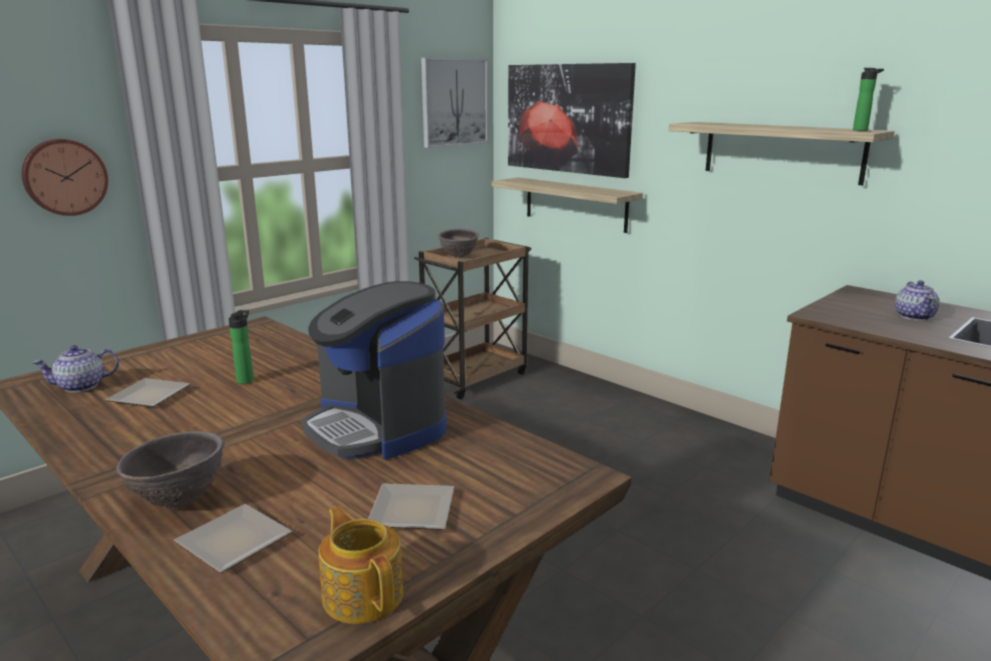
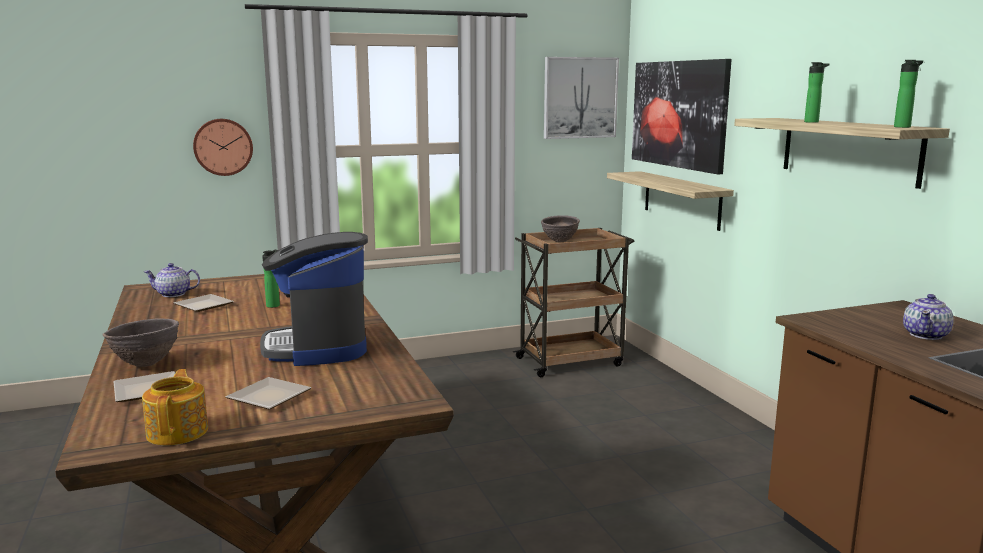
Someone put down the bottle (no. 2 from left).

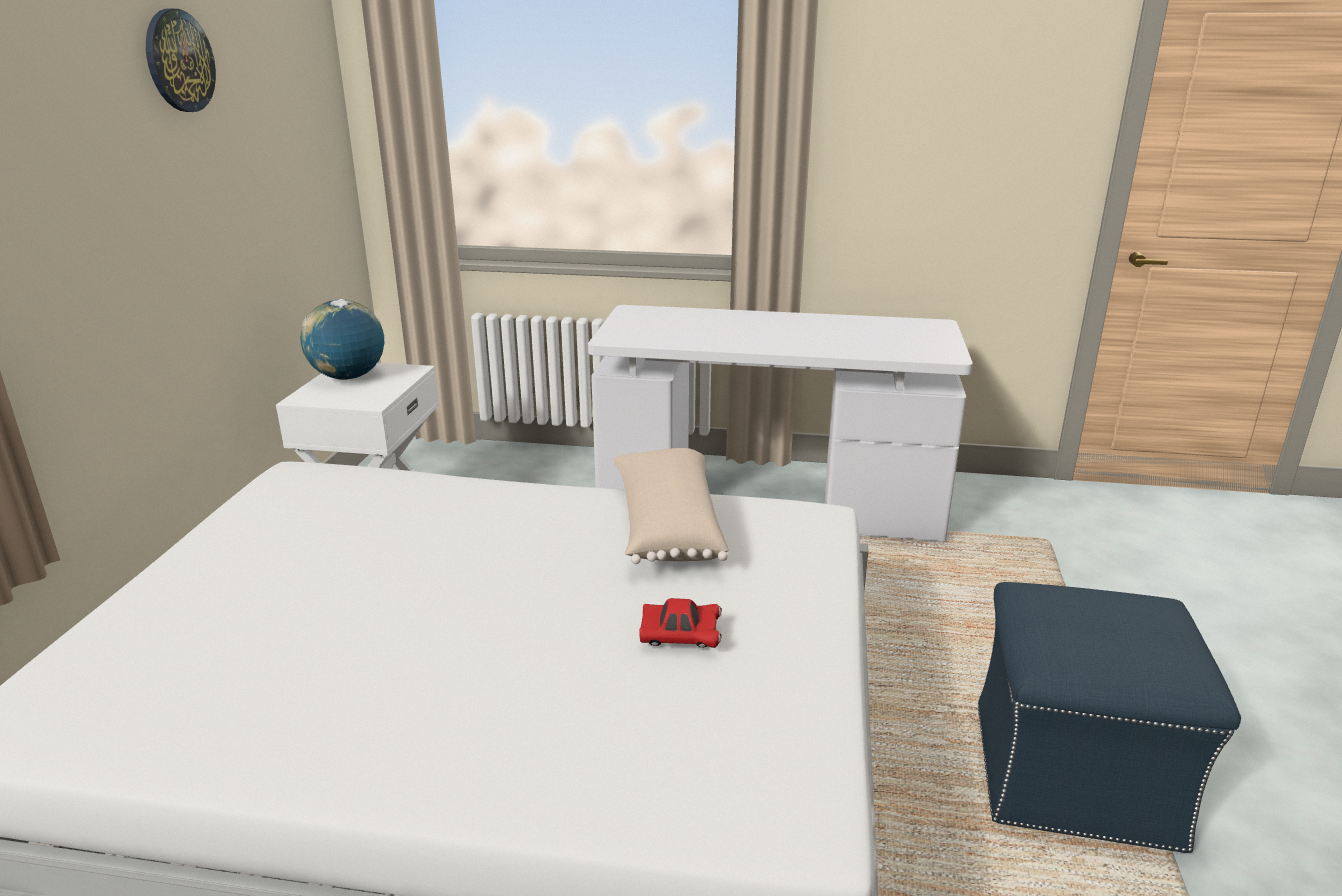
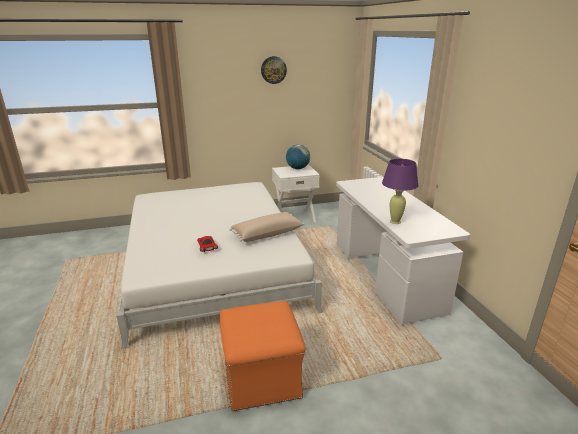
Someone repainted the footrest (blue-coloured), which became the footrest (orange-coloured). Someone put down the table lamp (purplish).

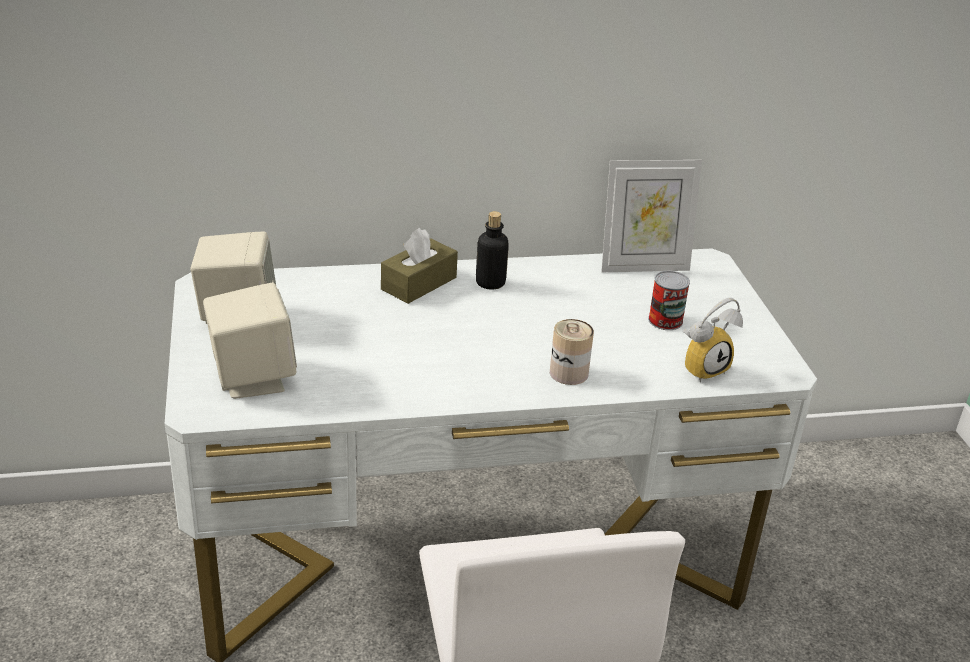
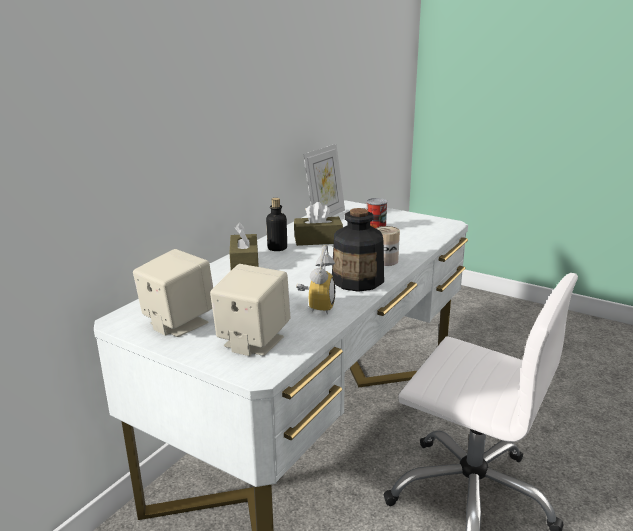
Someone carried the table clock. Someone put down the tissue holder (brown) (no. 2 from left). Someone put down the bottle (no. 2 from left).

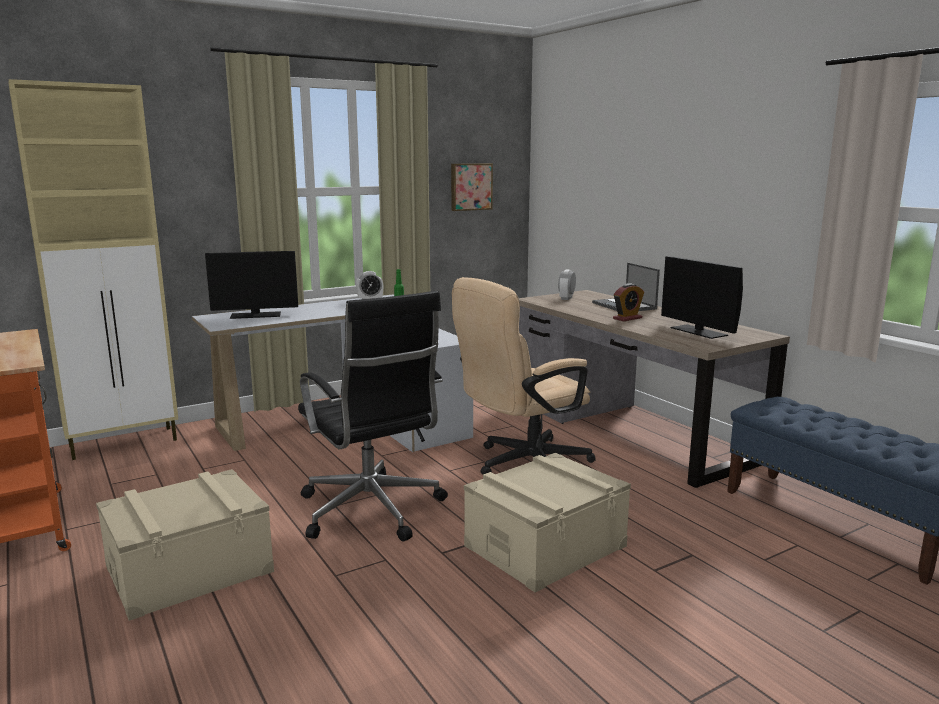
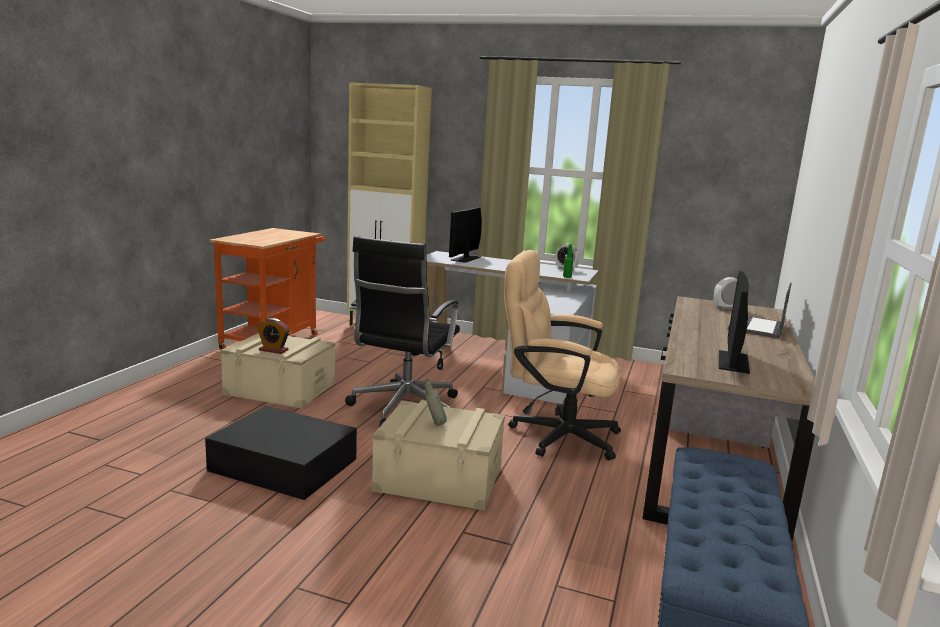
Someone rotated the computer screen (no. 1 from left) by 75 degrees clockwise. Someone took away the wall picture. Someone carried the table clock (no. 3 from left in the first image). Someone put down the storage box (blackish). Someone put down the bottle (greyish).

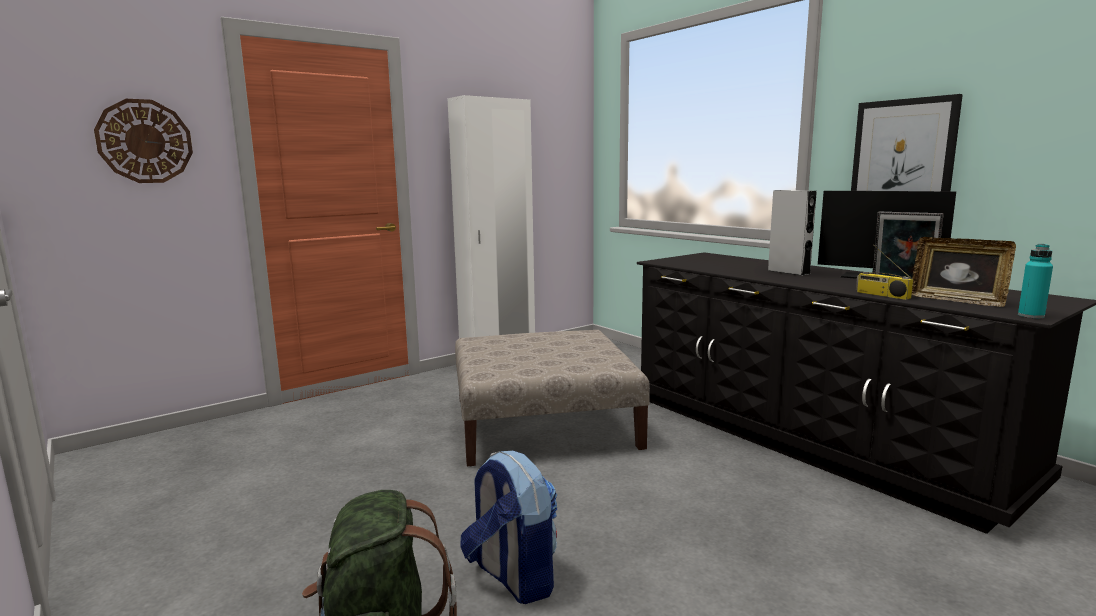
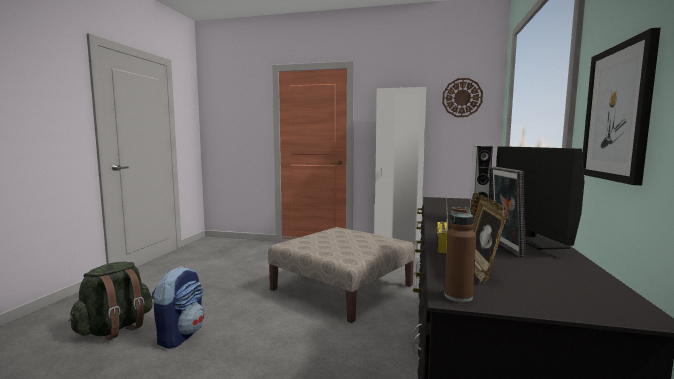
Someone carried the clock on the wall. Someone repainted the bottle (turquoise-coloured), which became the bottle (brown).

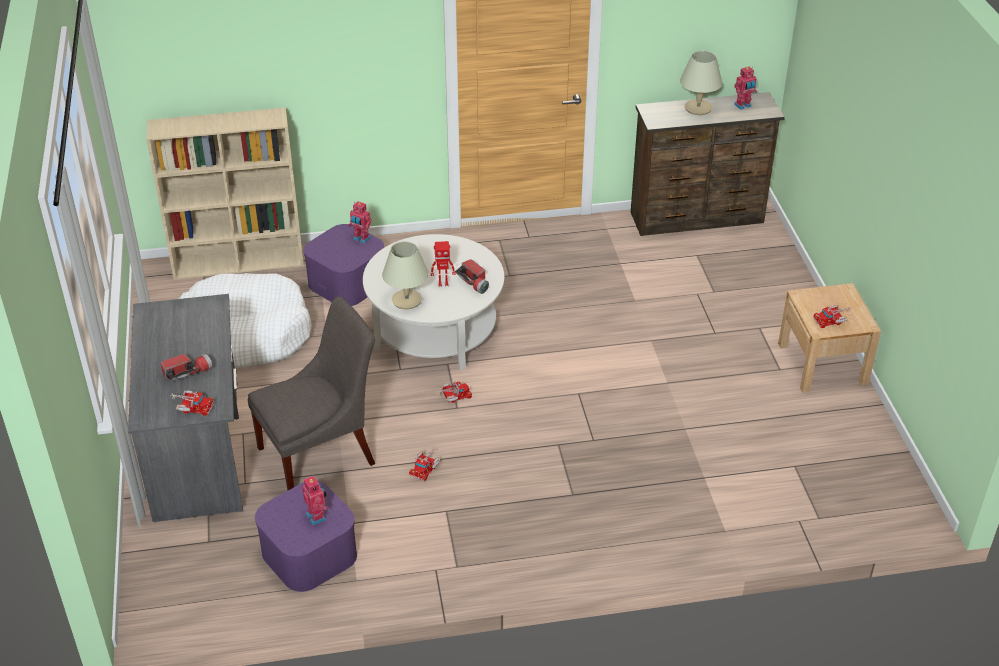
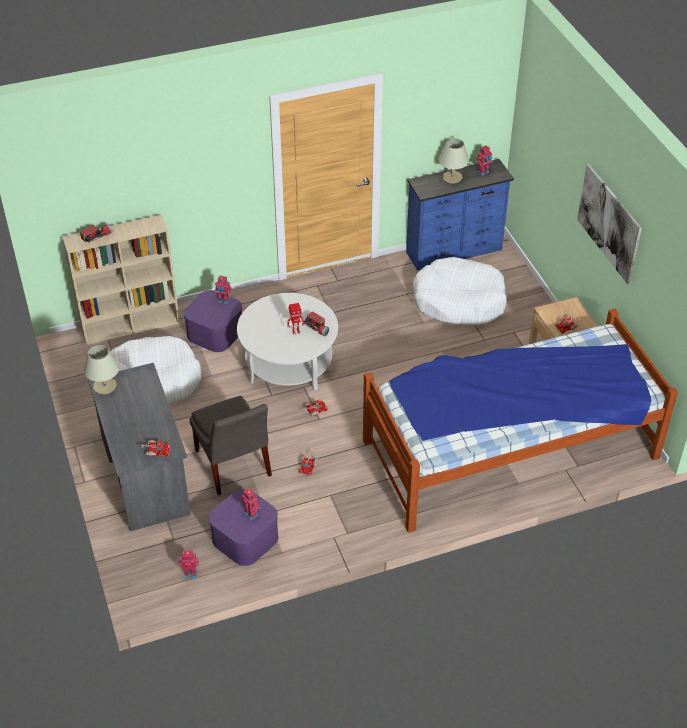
Someone carried the hand torch (no. 1 from left). Someone rotated the plain chair (greyish) by 105 degrees clockwise. Someone carried the table lamp (beige-coloured) (no. 1 from left). Someone repainted the chest of drawers (brown), which became the chest of drawers (blue-coloured). Someone put down the toy robot (no. 1 from left). Someone put down the bed. Someone put down the dog cushion (white-coloured) (no. 2 from left). Someone put up the wall picture.

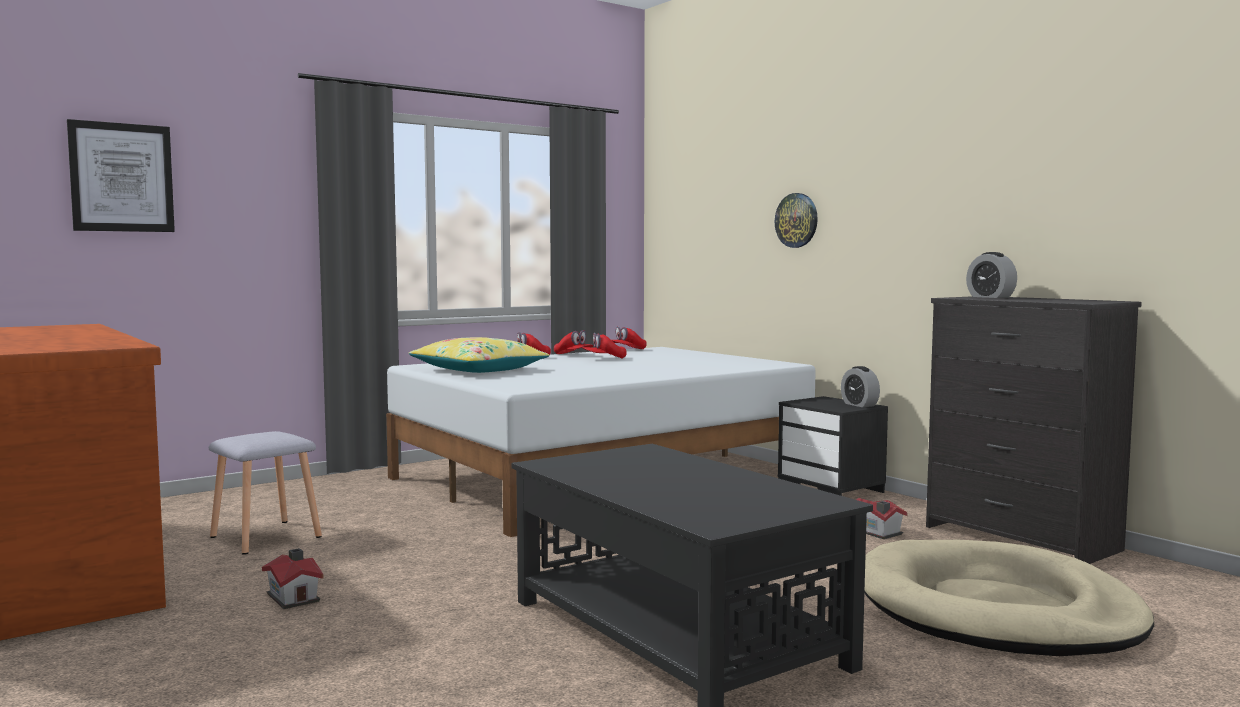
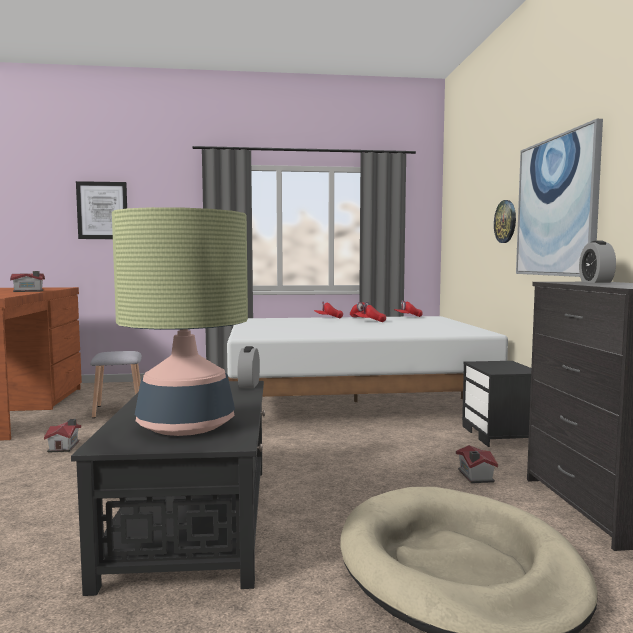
Someone took away the pillow (yellow-coloured). Someone carried the table clock (no. 1 from left). Someone put down the miniature house (no. 1 from left). Someone put down the table lamp. Someone put up the wall picture (no. 2 from left).

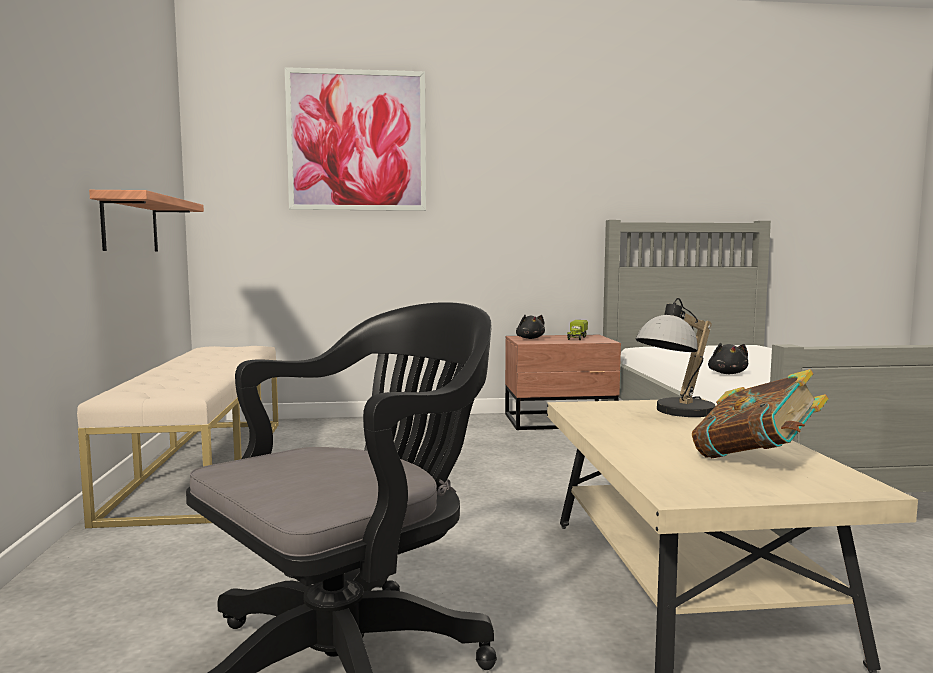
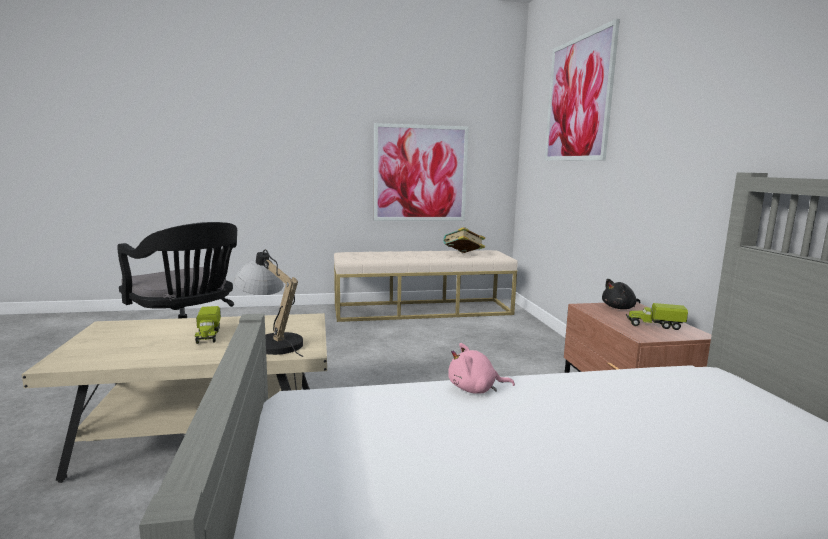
Someone swapped the shelf for the wall picture (no. 1 from left). Someone carried the book. Someone repainted the plush toy (blackish) (no. 2 from left), which became the plush toy (pinkish). Someone put down the toy truck (no. 1 from left).

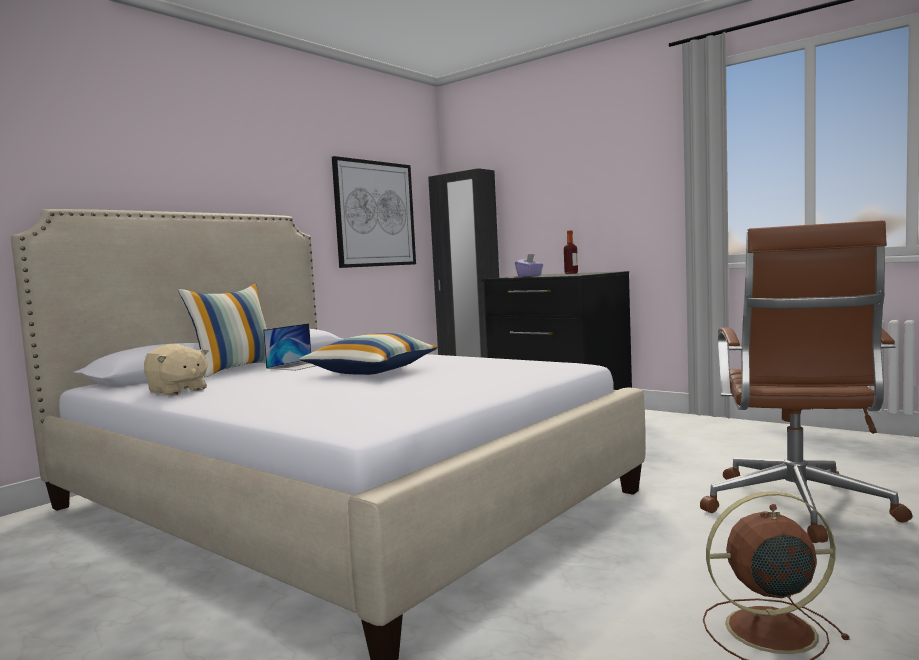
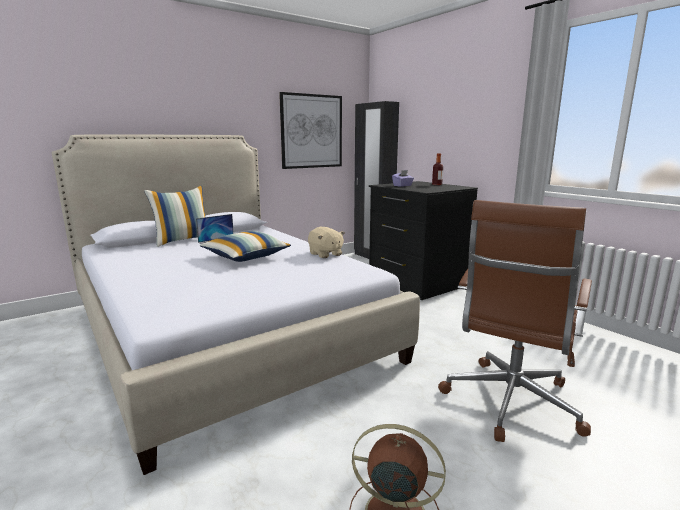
Someone carried the plush toy (beige-coloured).

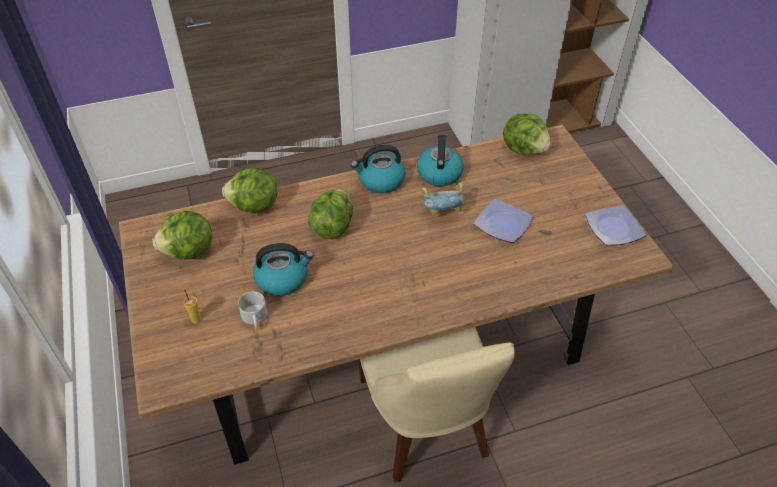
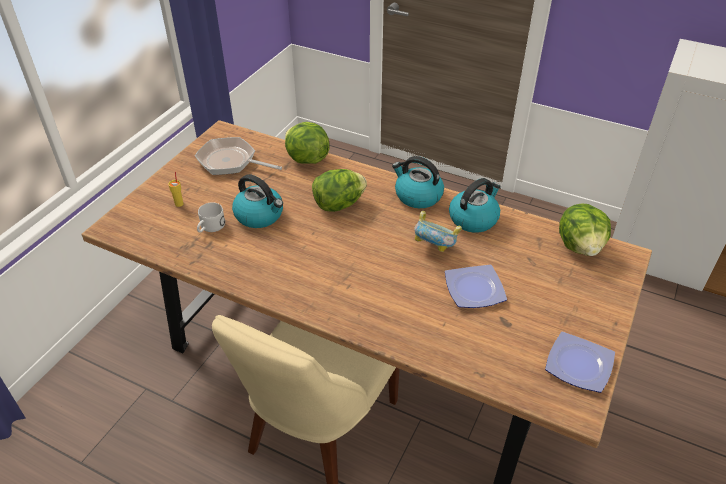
Someone swapped the lettuce (no. 1 from left) for the frying pan.

